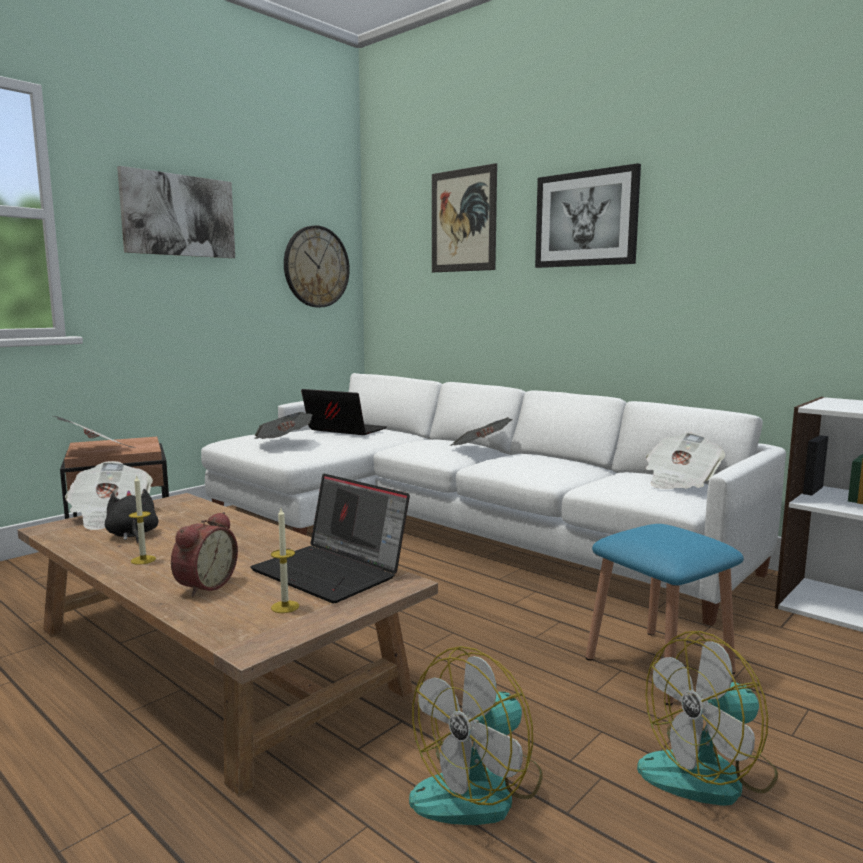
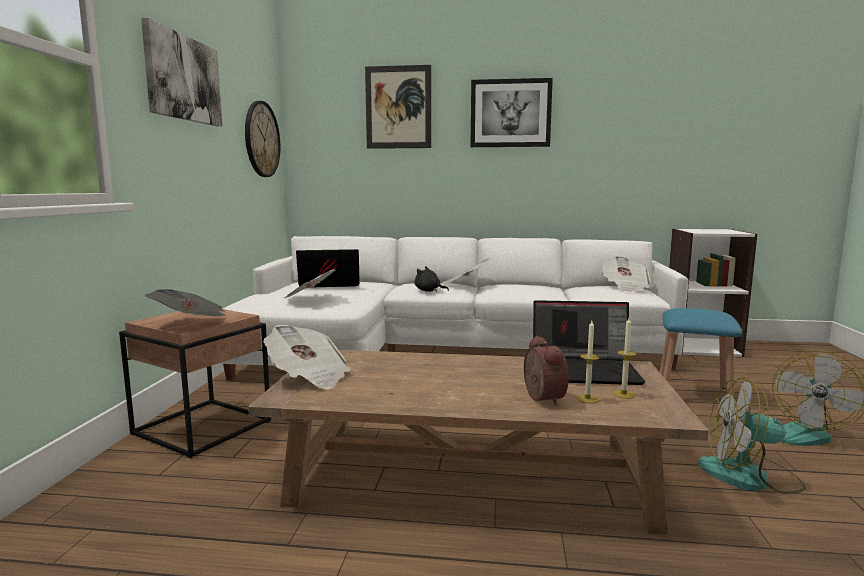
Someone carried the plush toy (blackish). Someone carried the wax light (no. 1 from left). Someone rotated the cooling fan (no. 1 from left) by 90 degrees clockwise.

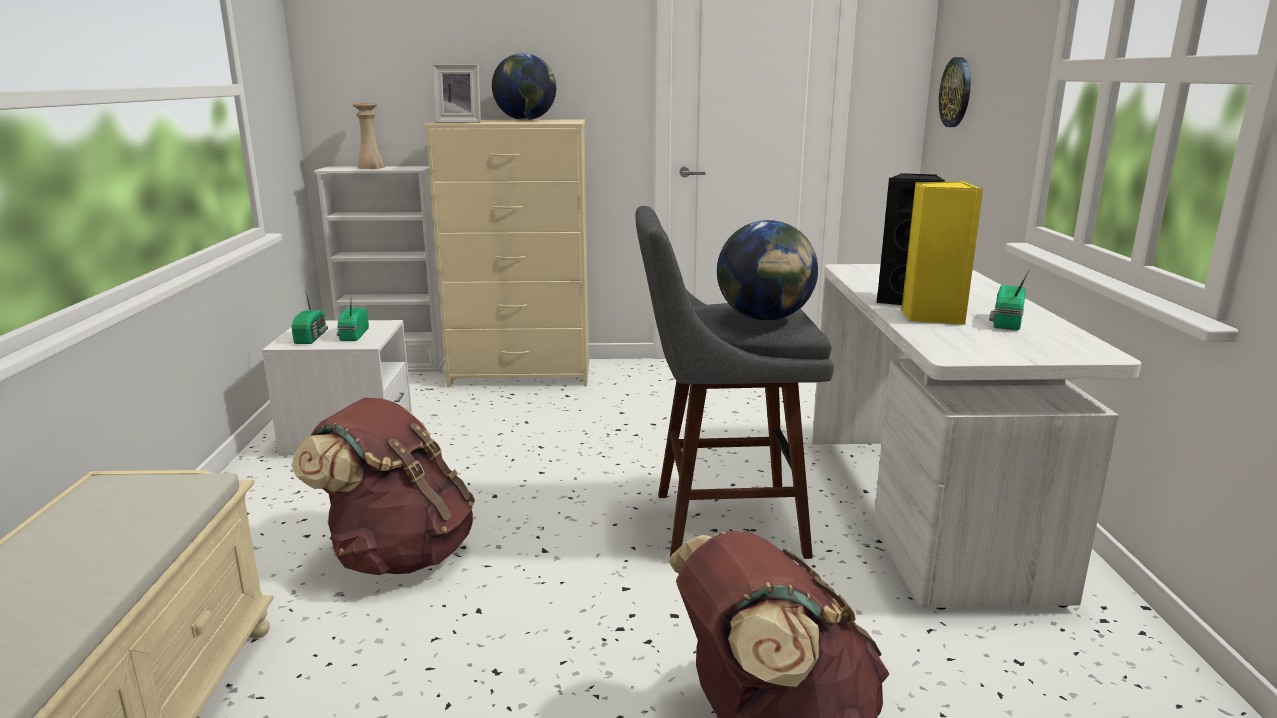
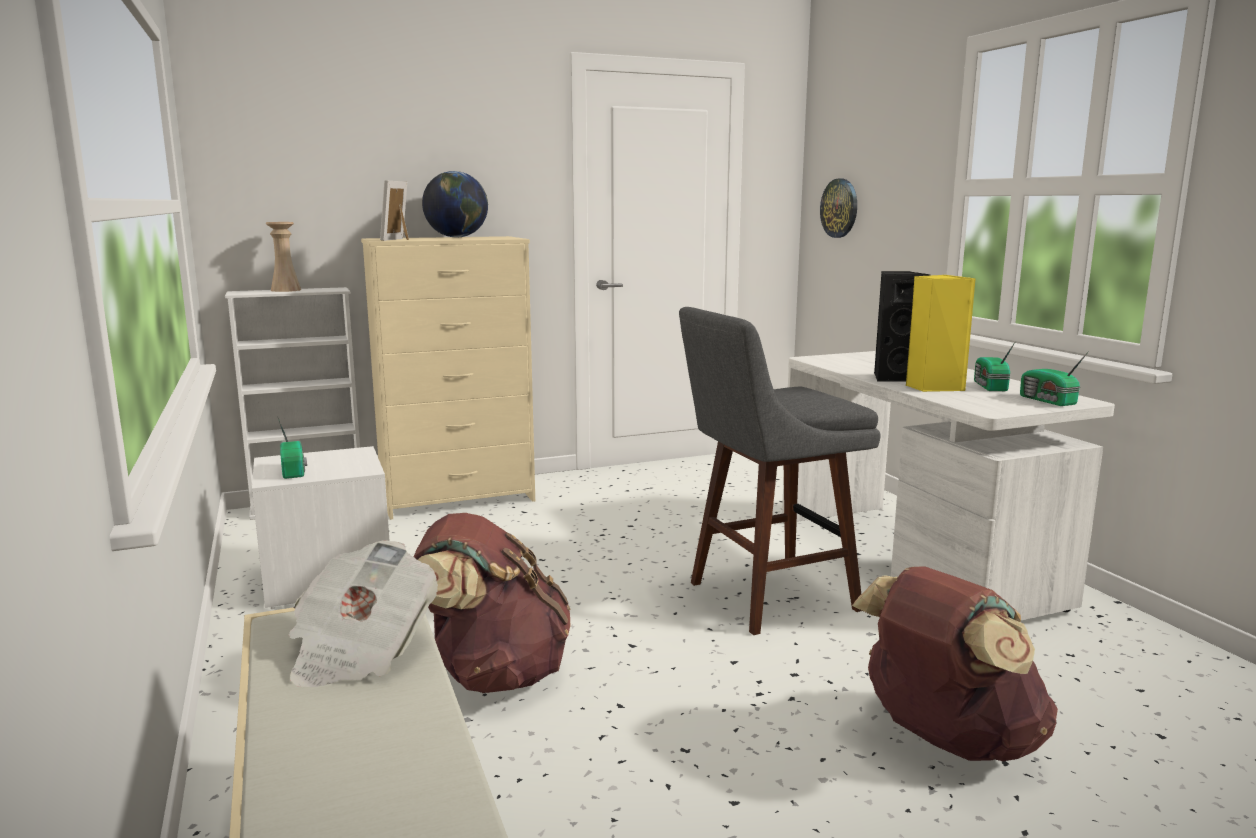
Someone carried the radio receiver (no. 2 from left in the first image). Someone rotated the photo frame by 120 degrees clockwise. Someone took away the world globe (no. 2 from left). Someone put down the printed paper.

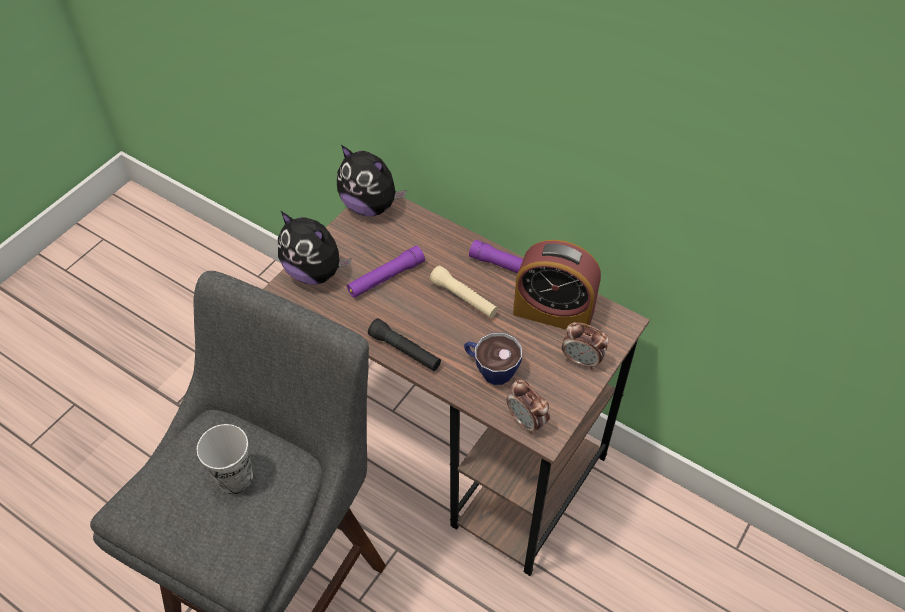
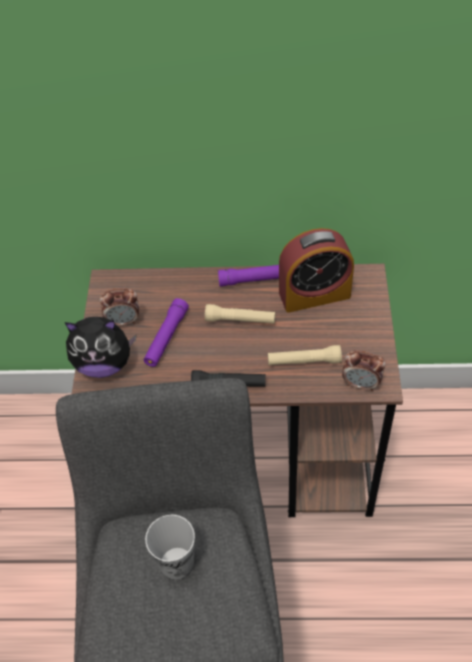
Someone took away the plush toy (no. 2 from left). Someone swapped the small cup (no. 2 from left) for the hand torch (beige-coloured) (no. 2 from left). Someone carried the table clock (no. 3 from left in the first image).

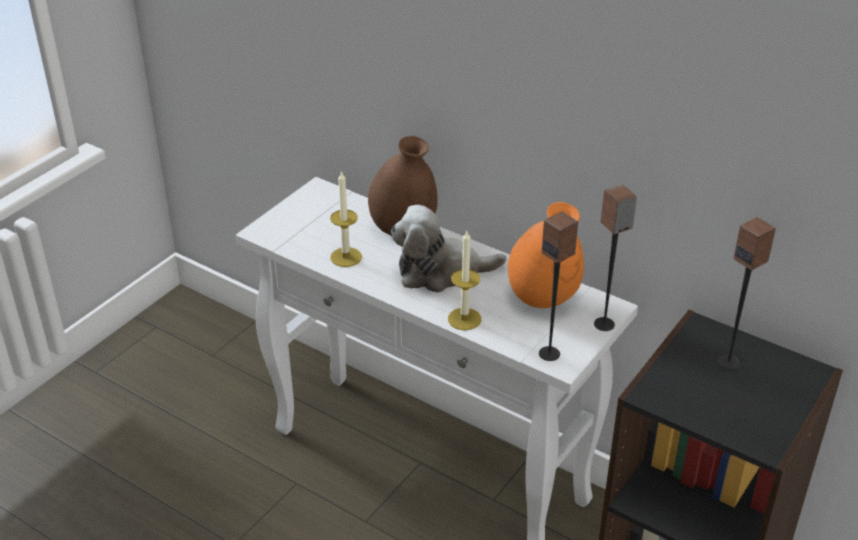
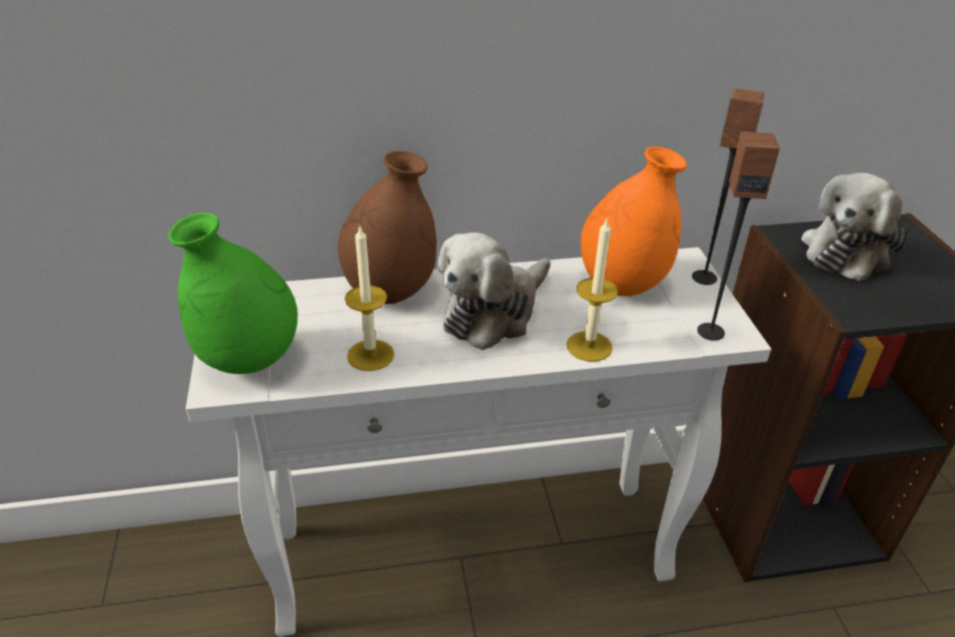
Someone swapped the speaker (no. 3 from left) for the plush toy (no. 2 from left). Someone put down the vase (green-coloured).

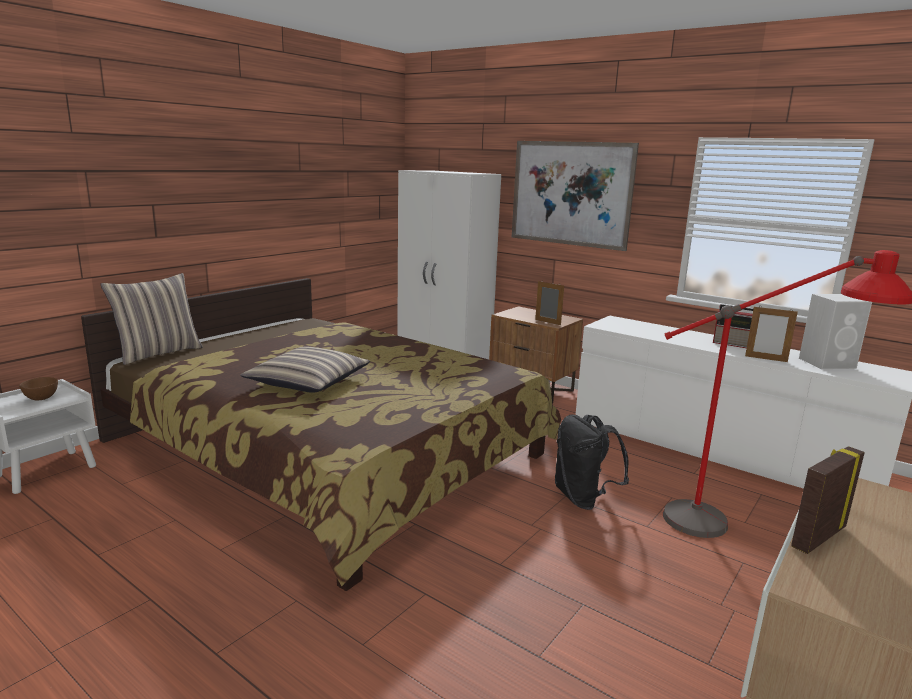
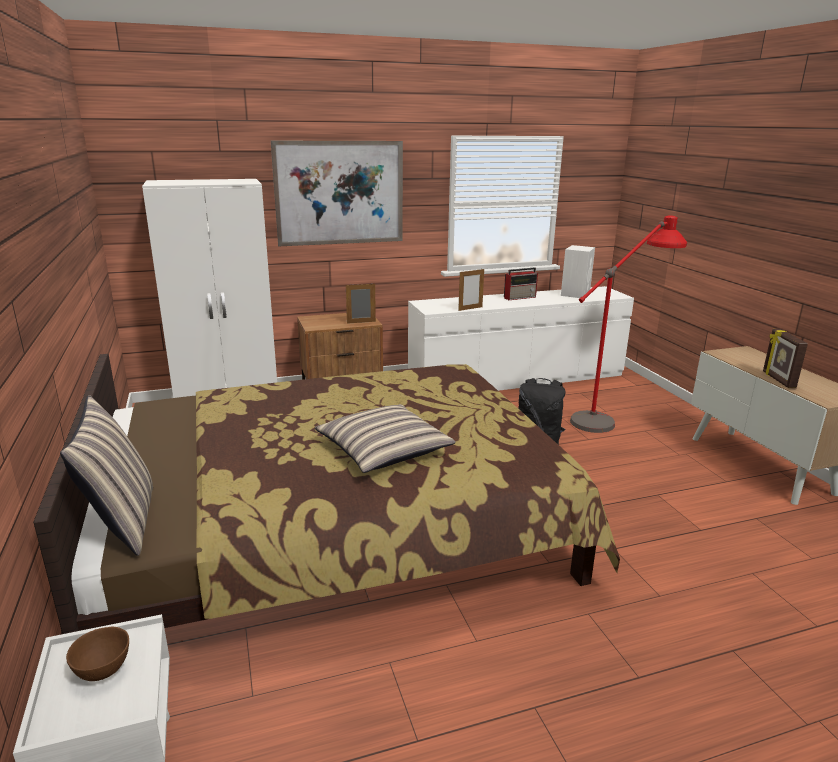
Someone carried the photo frame (no. 2 from left).

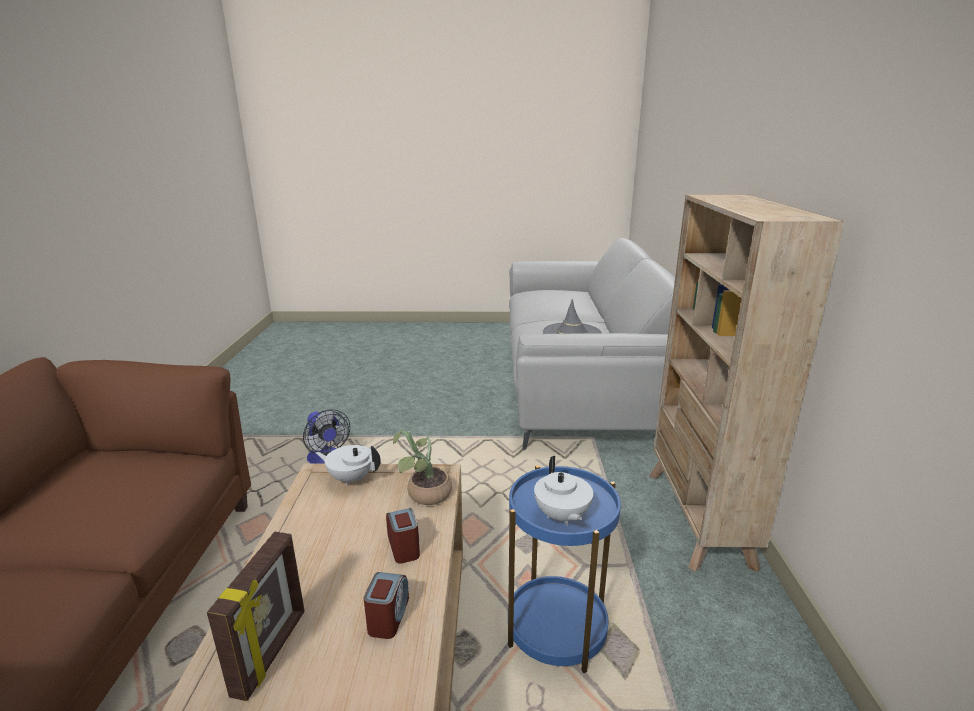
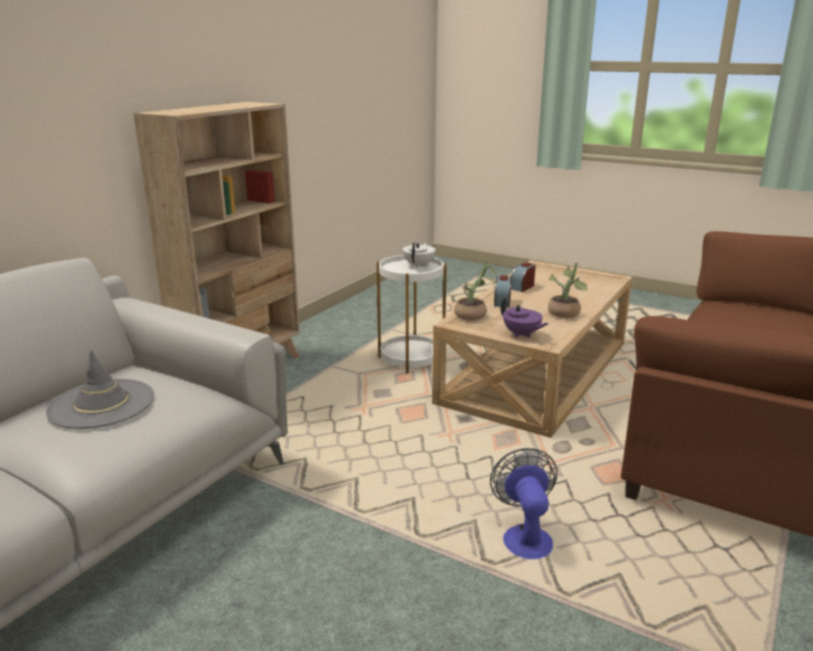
Someone took away the photo frame. Someone repainted the pot for tea (white-coloured) (no. 1 from left), which became the pot for tea (purplish). Someone repainted the end table (blue-coloured), which became the end table (white-coloured). Someone put down the houseplant (no. 2 from left).

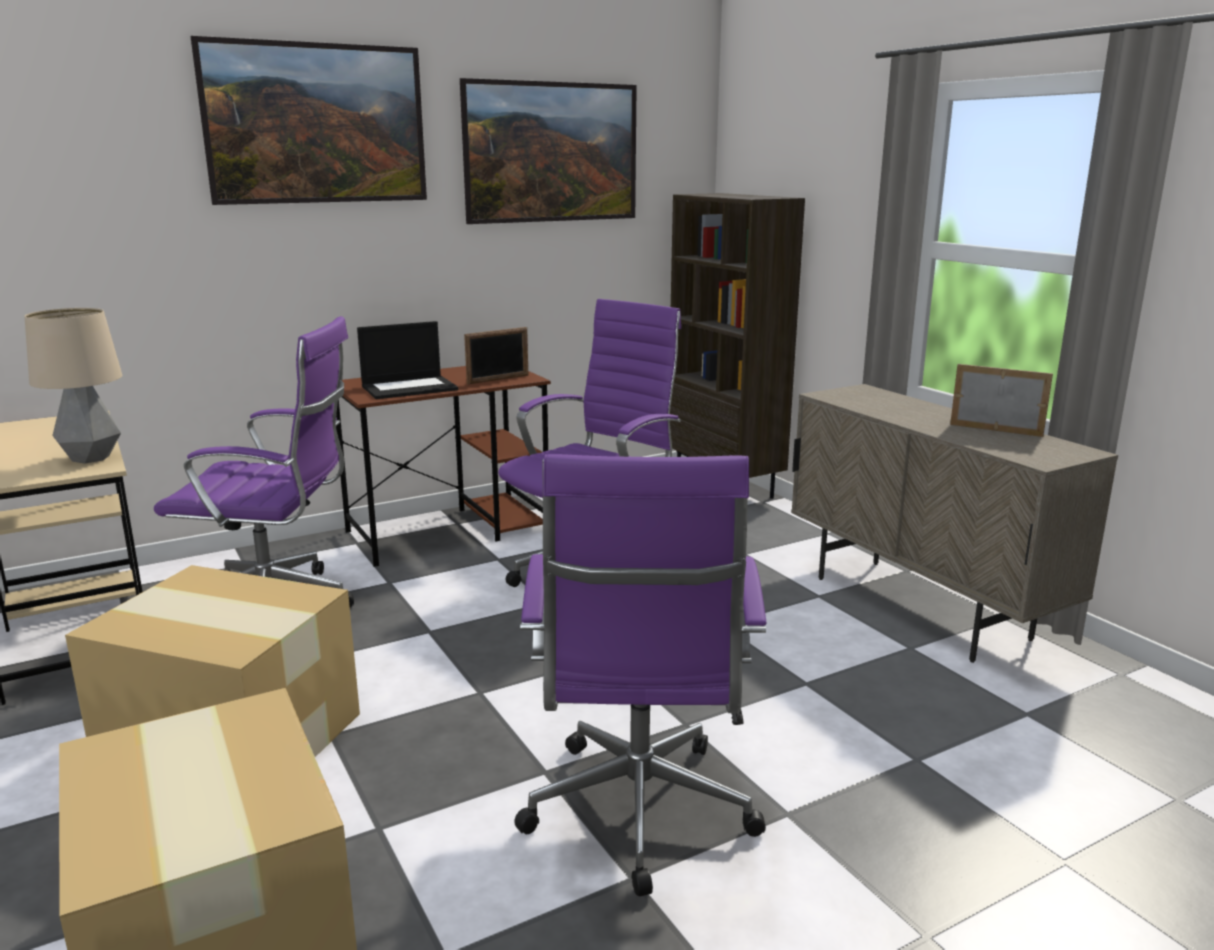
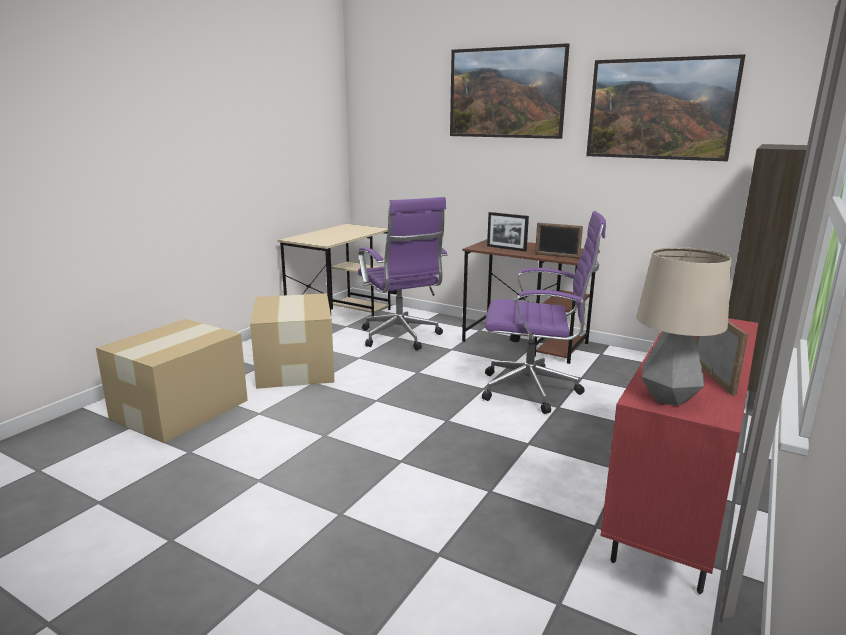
Someone carried the table lamp. Someone swapped the portable computer for the photo frame (no. 1 from left). Someone took away the office chair (purplish) (no. 3 from left). Someone repainted the cabinet (beige-coloured), which became the cabinet (red-coloured).

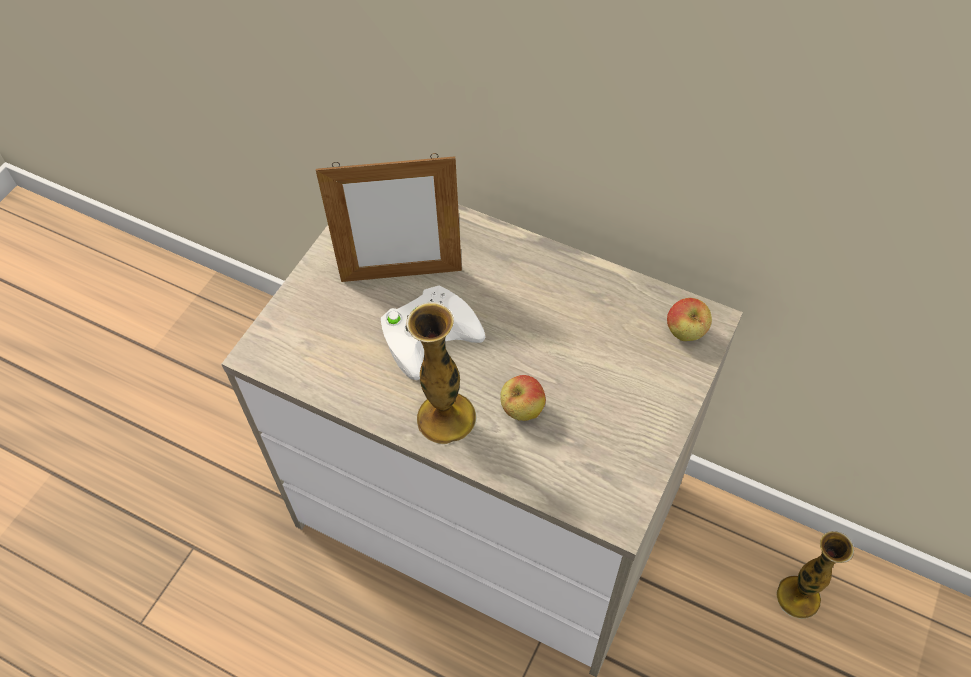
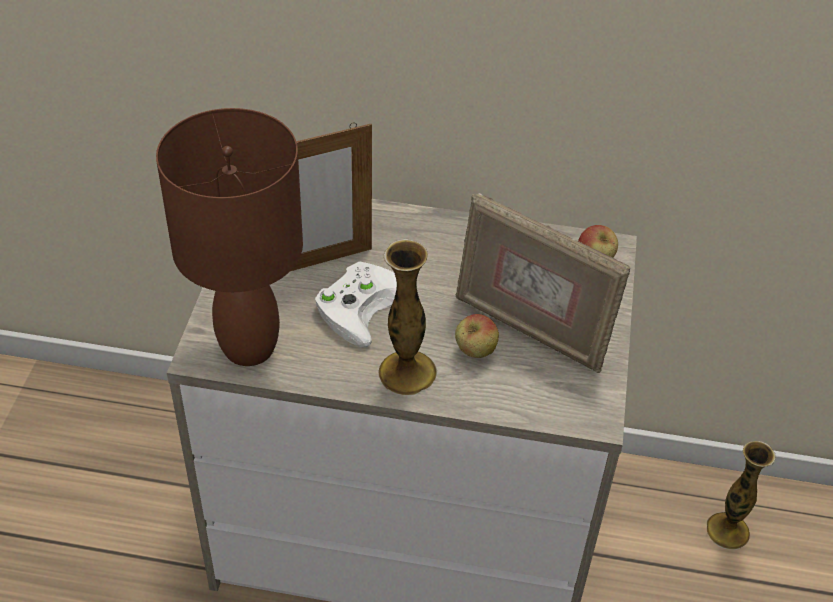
Someone put down the table lamp (brown). Someone put down the photo frame (no. 2 from left).

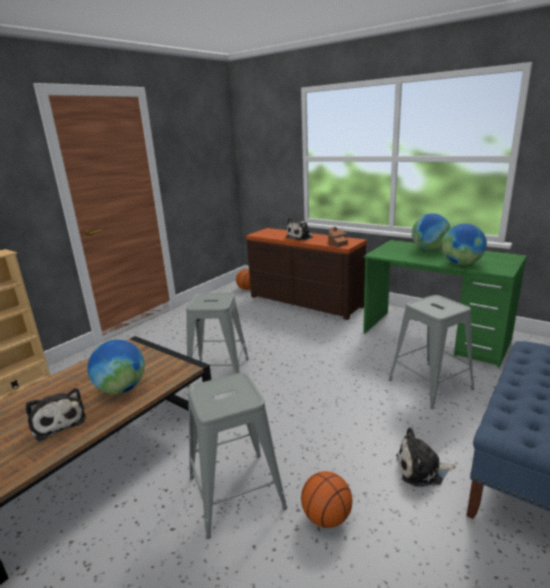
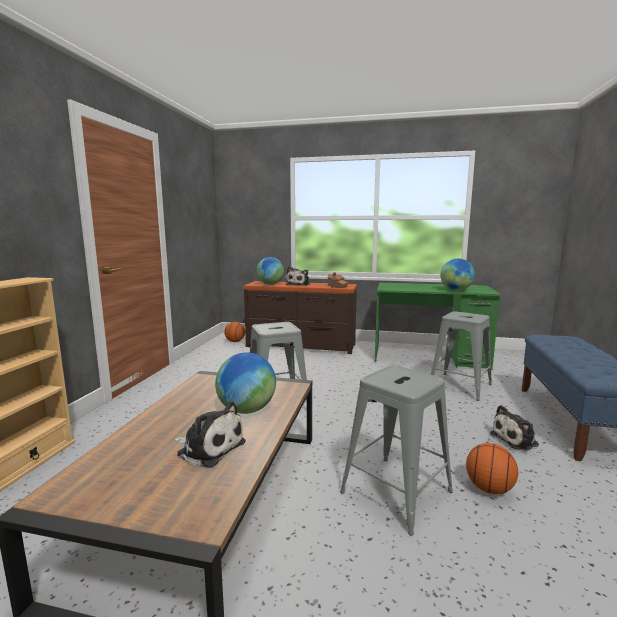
Someone carried the world globe (no. 2 from left).

